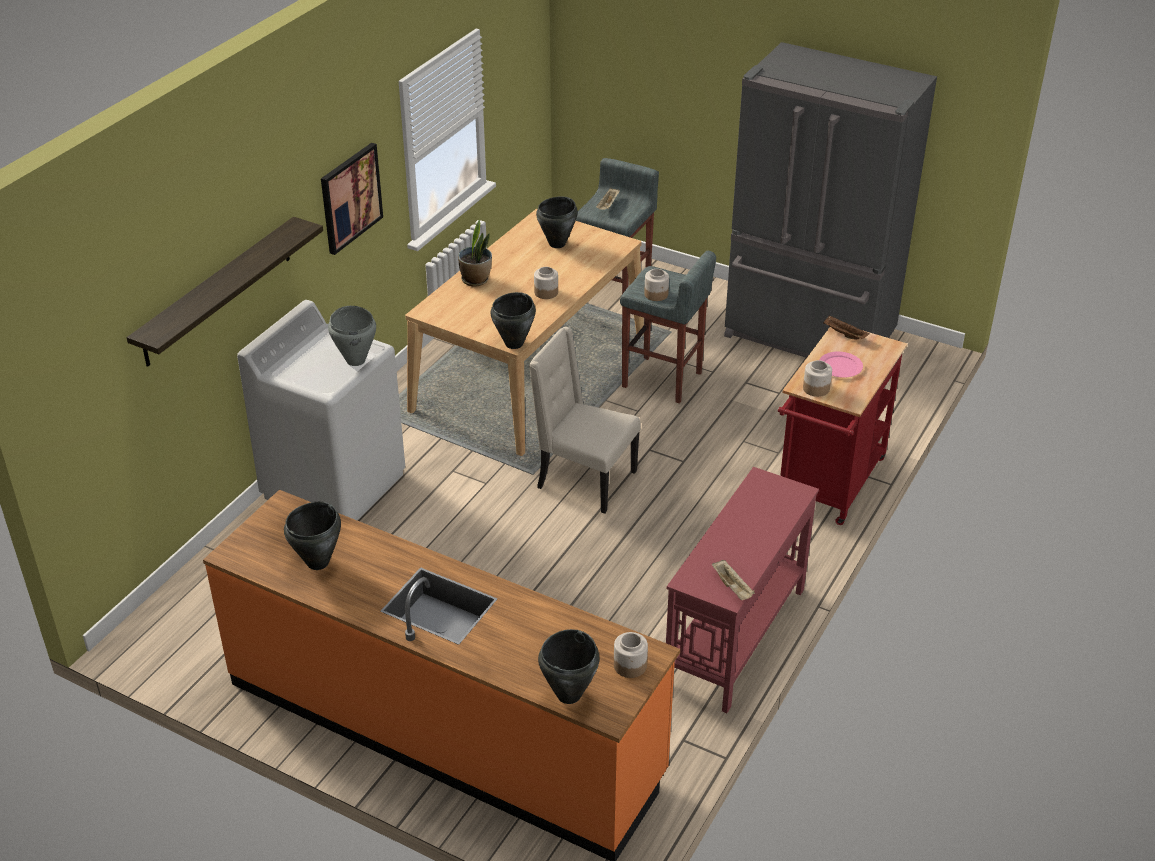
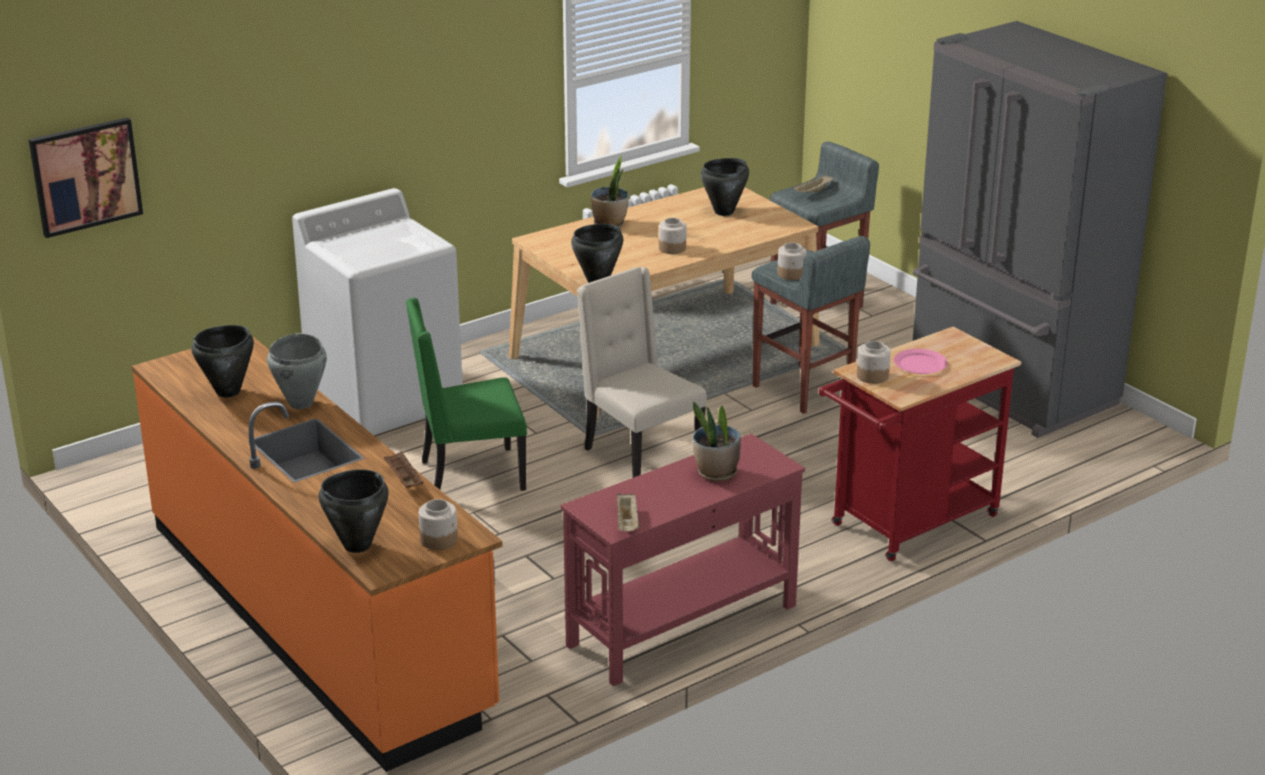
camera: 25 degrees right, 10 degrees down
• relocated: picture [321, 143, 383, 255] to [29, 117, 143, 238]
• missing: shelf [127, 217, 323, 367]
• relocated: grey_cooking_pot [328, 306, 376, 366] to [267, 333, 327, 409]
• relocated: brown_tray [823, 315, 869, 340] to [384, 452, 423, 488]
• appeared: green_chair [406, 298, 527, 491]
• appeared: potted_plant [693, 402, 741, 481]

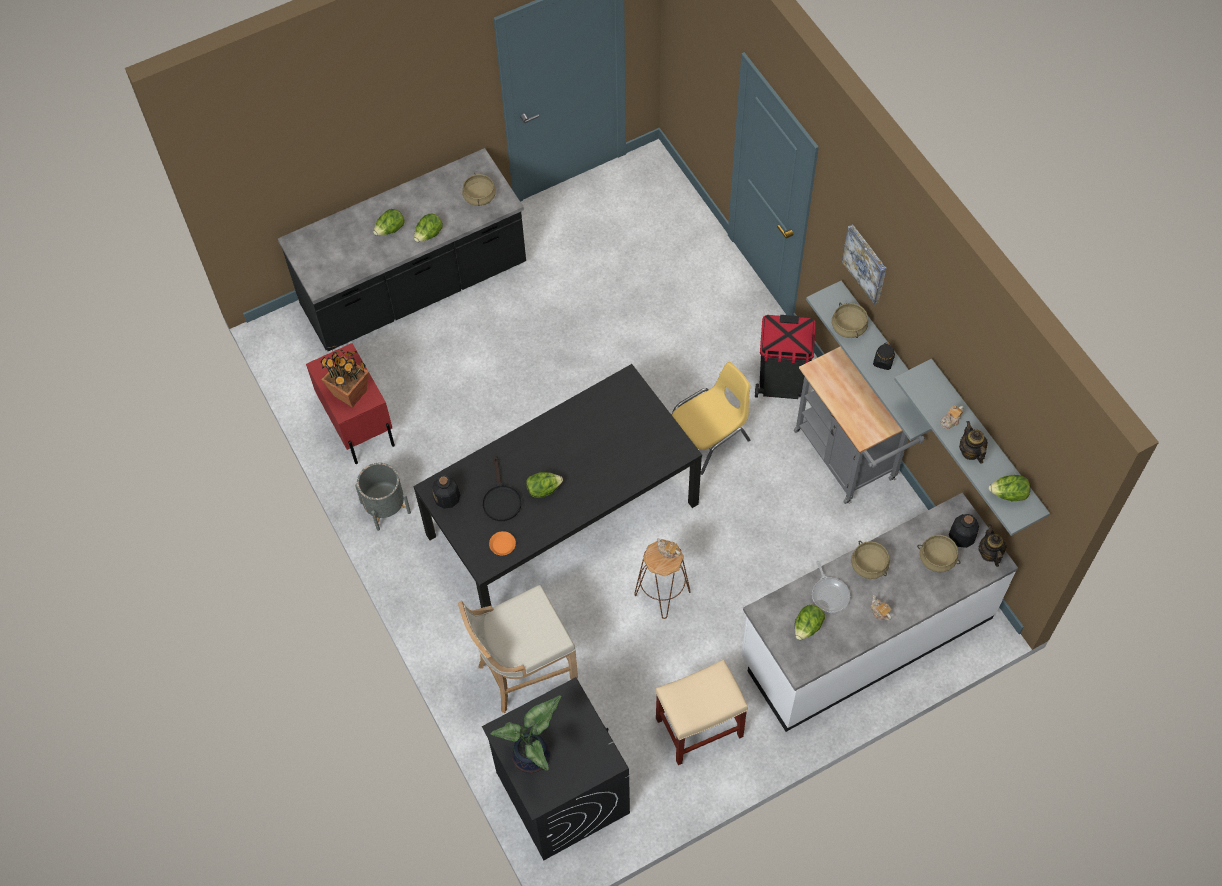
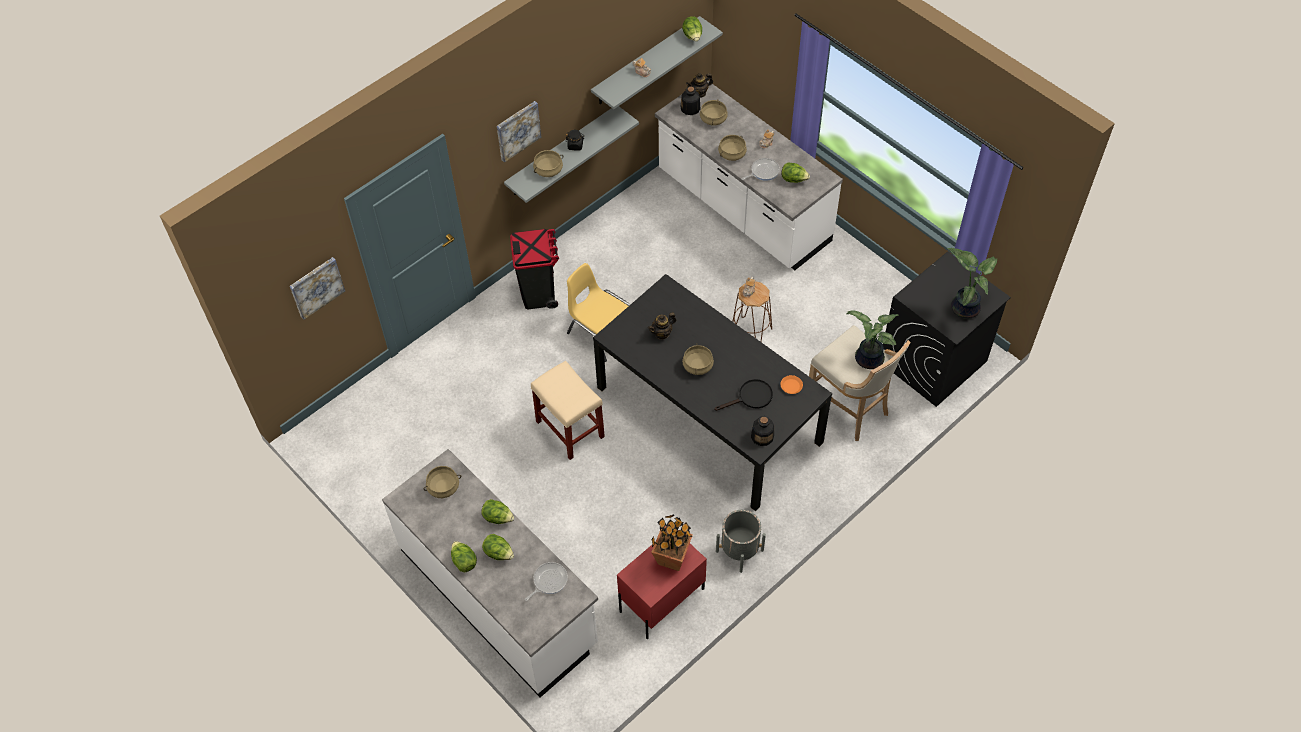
camera: 105 degrees left, 5 degrees down
• colour: black_counter [278, 148, 526, 351] to white_counter [382, 449, 598, 698]
• missing: grey_cart [794, 347, 925, 504]
• relocated: teapot [959, 421, 988, 464] to [648, 312, 676, 340]
• relocated: lettuce [526, 472, 563, 498] to [451, 541, 477, 572]
• relocated: beige_stool [655, 659, 748, 765] to [531, 361, 605, 460]
• appeared: picture [290, 257, 345, 320]
• appeared: potted_plant [846, 311, 898, 369]
• appeared: beige_cooking_pot [682, 344, 714, 375]
• appeared: frying_pan [525, 562, 568, 601]

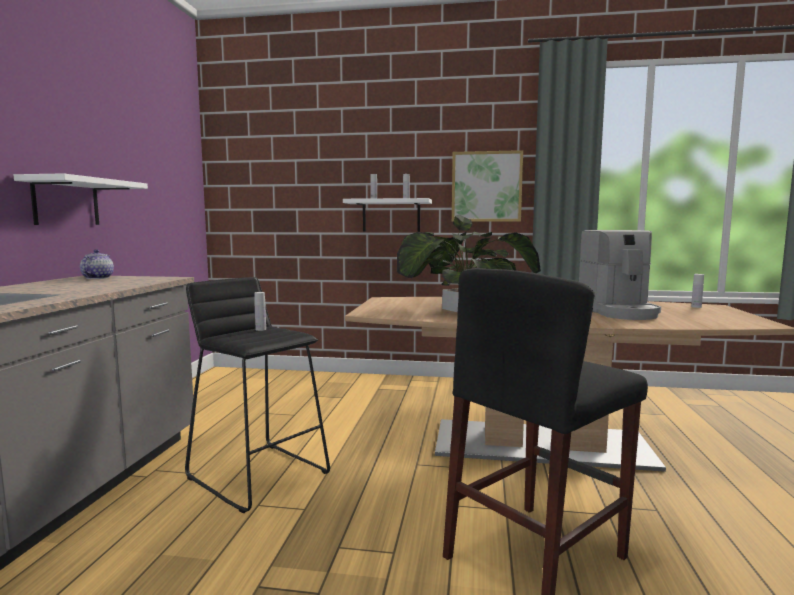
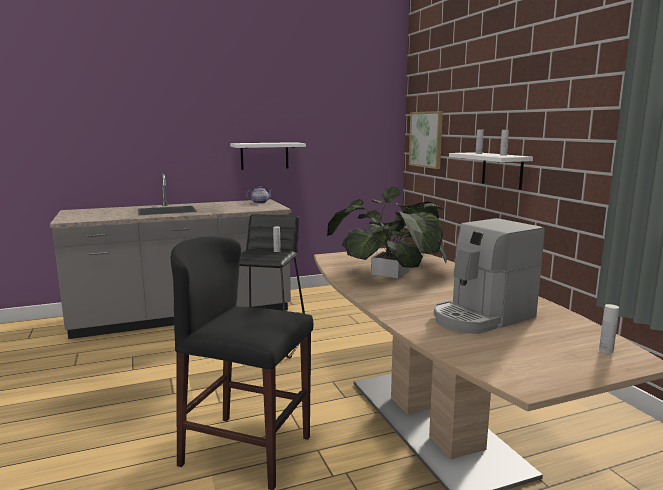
camera: 60 degrees right, 5 degrees up
• relocated: picture [452, 150, 523, 222] to [409, 111, 443, 169]

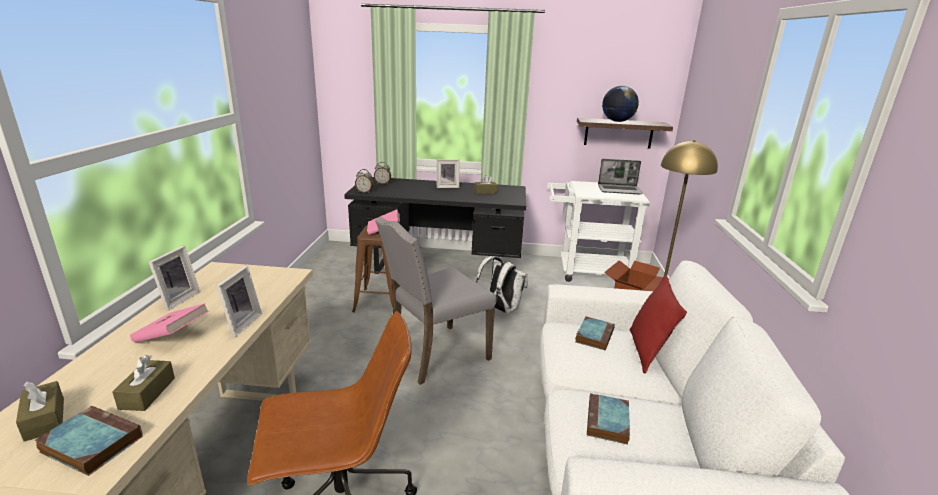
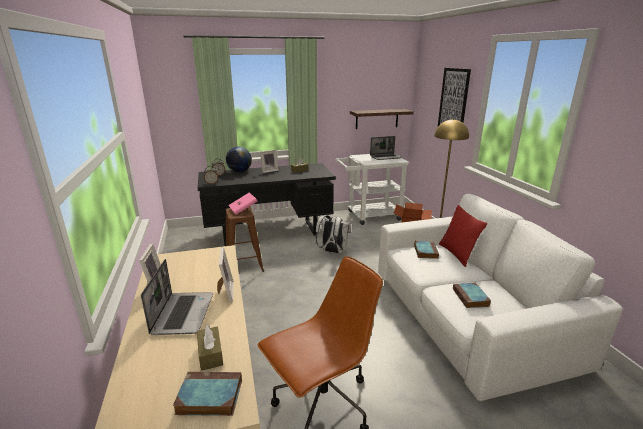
camera: 20 degrees left, 0 degrees up
• relocated: globe [602, 86, 639, 122] to [226, 147, 252, 172]
• missing: grey_chair [375, 217, 496, 385]
• exchanged: pink_book [130, 303, 209, 343] to laptop [141, 259, 213, 335]
• missing: brown_tissue_box [16, 381, 64, 442]
• appeared: picture [438, 68, 471, 126]

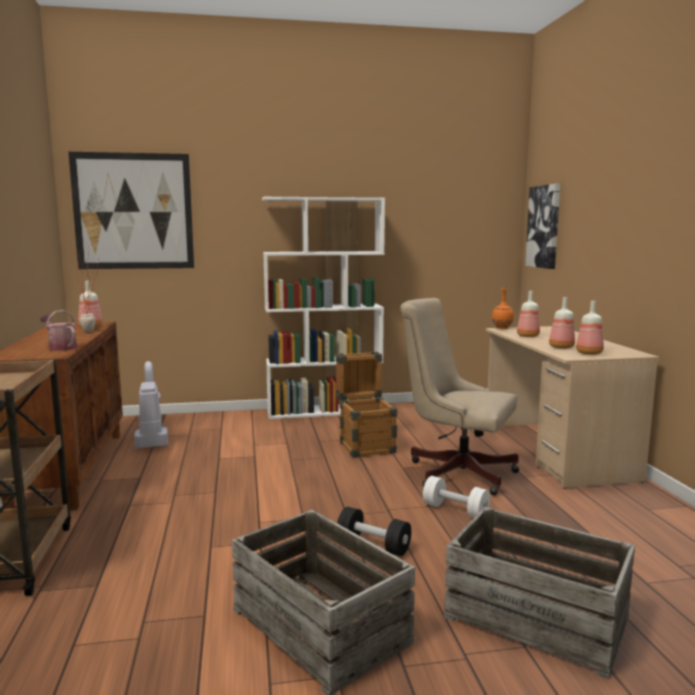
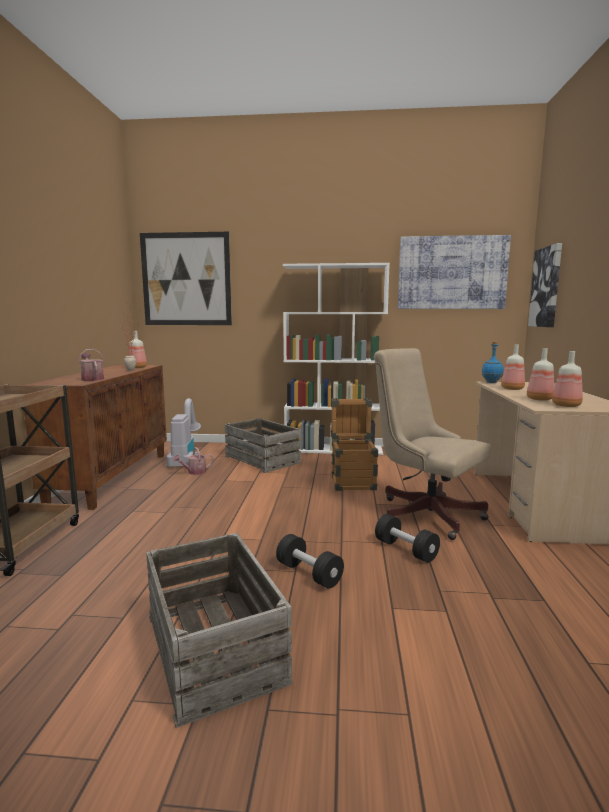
camera: 15 degrees right, 0 degrees up
• colour: orange_bottle [492, 286, 514, 329] to blue_bottle [482, 341, 504, 383]
• colour: white_dumbbell [423, 476, 490, 517] to black_dumbbell [375, 514, 440, 563]
• relocated: crate [444, 507, 635, 679] to [225, 418, 301, 473]
• appeared: picture [398, 235, 511, 309]
• appeared: watering_can [173, 447, 213, 475]

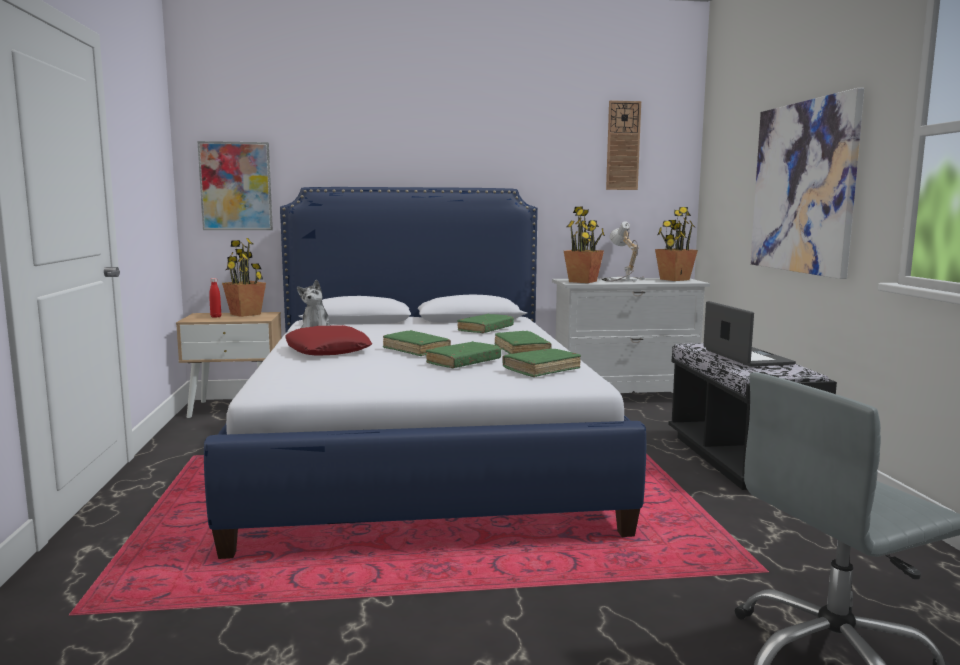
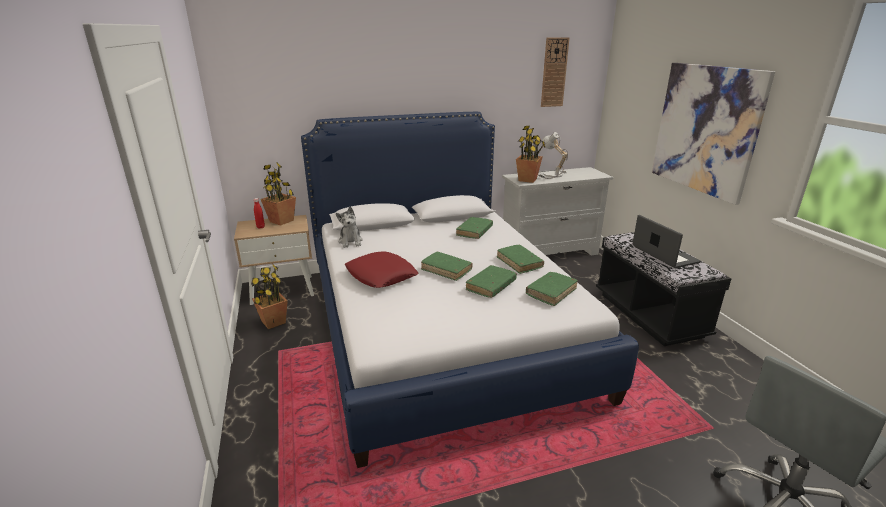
camera: 10 degrees left, 15 degrees up
• missing: picture [197, 141, 273, 230]
• relocated: potted_plant [655, 207, 698, 281] to [251, 264, 288, 329]

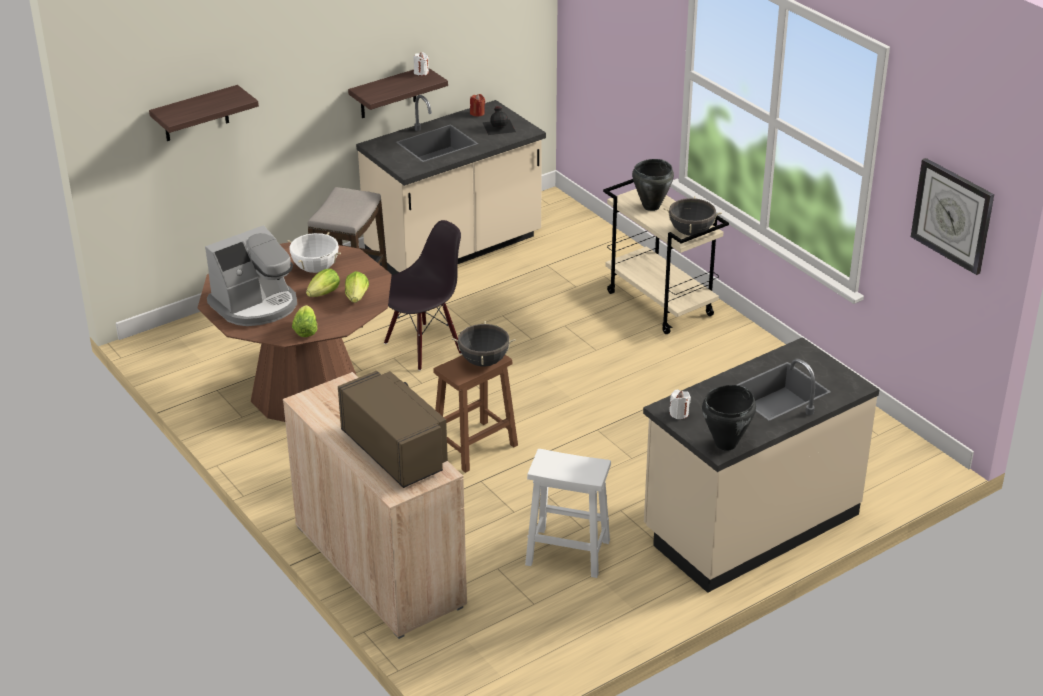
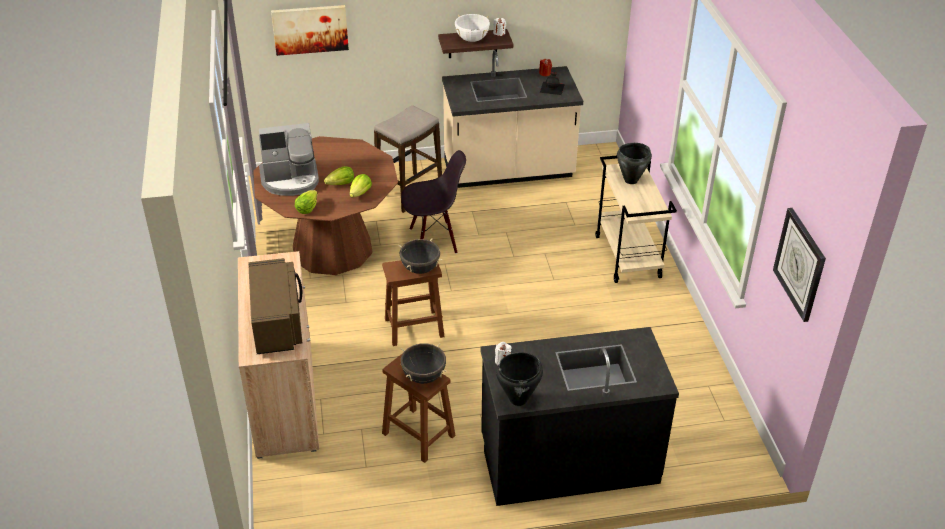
camera: 25 degrees right, 5 degrees up
• exchanged: shelf [149, 85, 259, 141] to picture [271, 5, 349, 56]
• relocated: black_cooking_pot [663, 196, 722, 236] to [400, 343, 447, 384]
• relocated: white_cooking_pot [287, 232, 341, 273] to [455, 14, 490, 42]
• colour: beige_counter [643, 337, 879, 593] to black_counter [480, 327, 679, 506]
• colour: white_stool [525, 449, 611, 578] to brown_stool [382, 353, 456, 463]

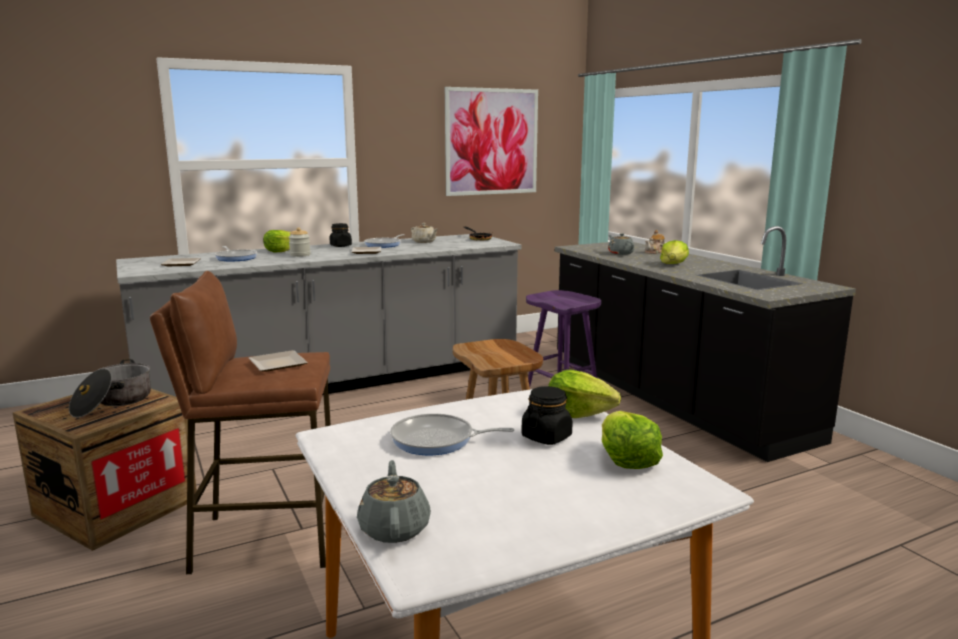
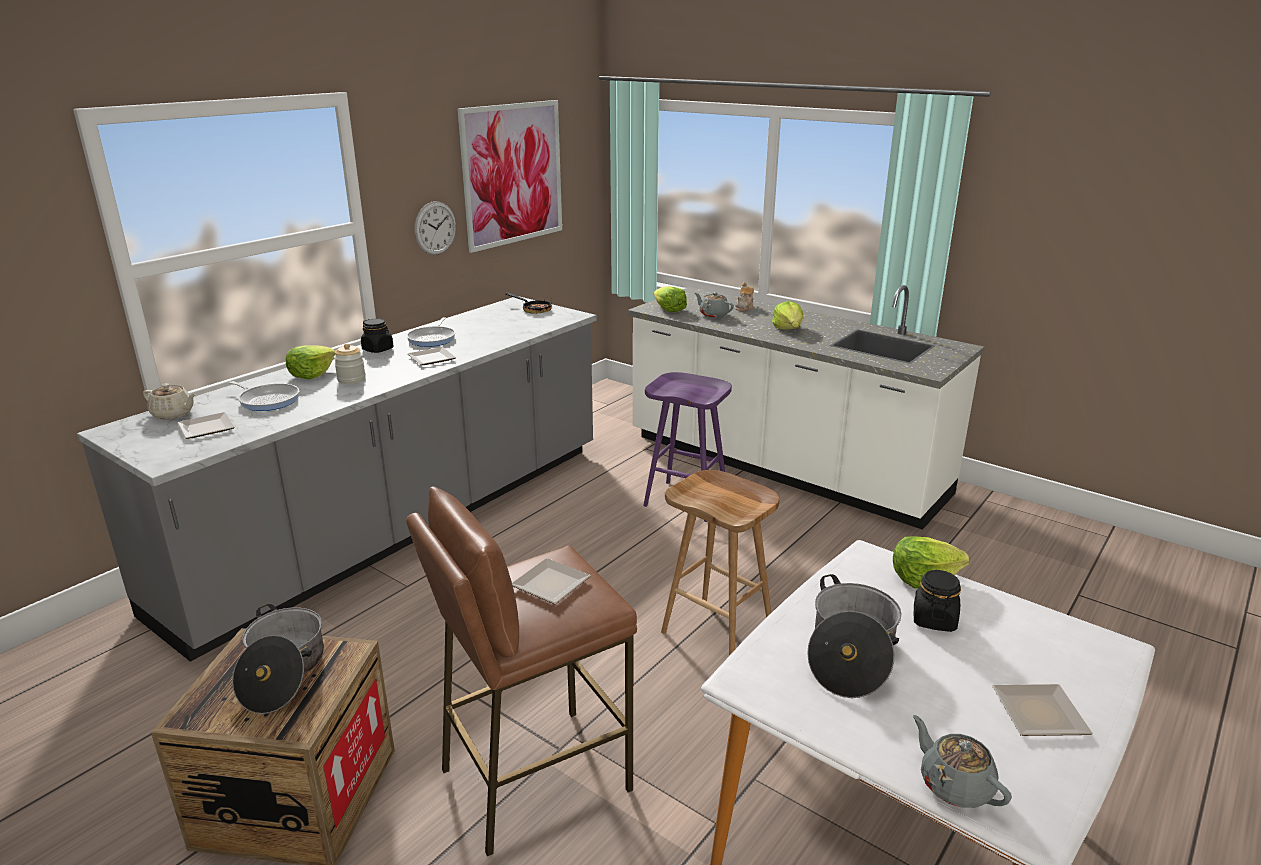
camera: 25 degrees left, 10 degrees up
• relocated: beige_teapot [411, 223, 438, 243] to [143, 383, 196, 419]
• colour: black_counter [555, 226, 856, 462] to white_counter [628, 285, 984, 530]
• relocated: lettuce [601, 411, 663, 469] to [654, 286, 687, 312]
• exchanged: frying_pan [390, 414, 514, 455] to cooking_pot [807, 574, 901, 698]
• appeared: wall_clock [415, 201, 456, 255]
• appeared: plate [992, 684, 1093, 736]

